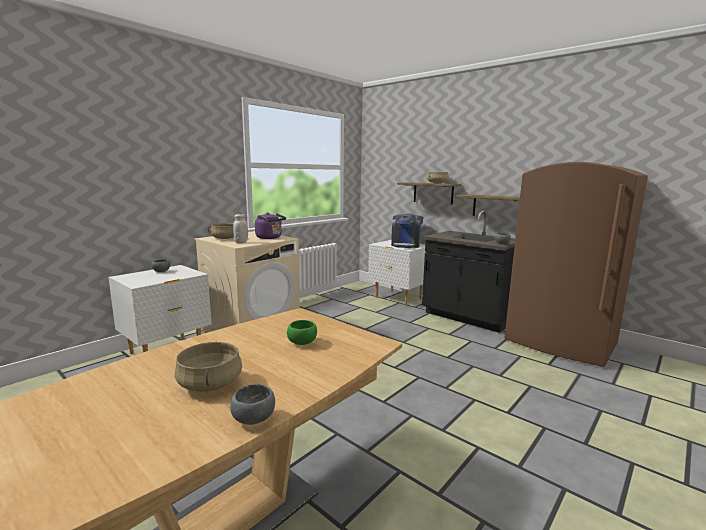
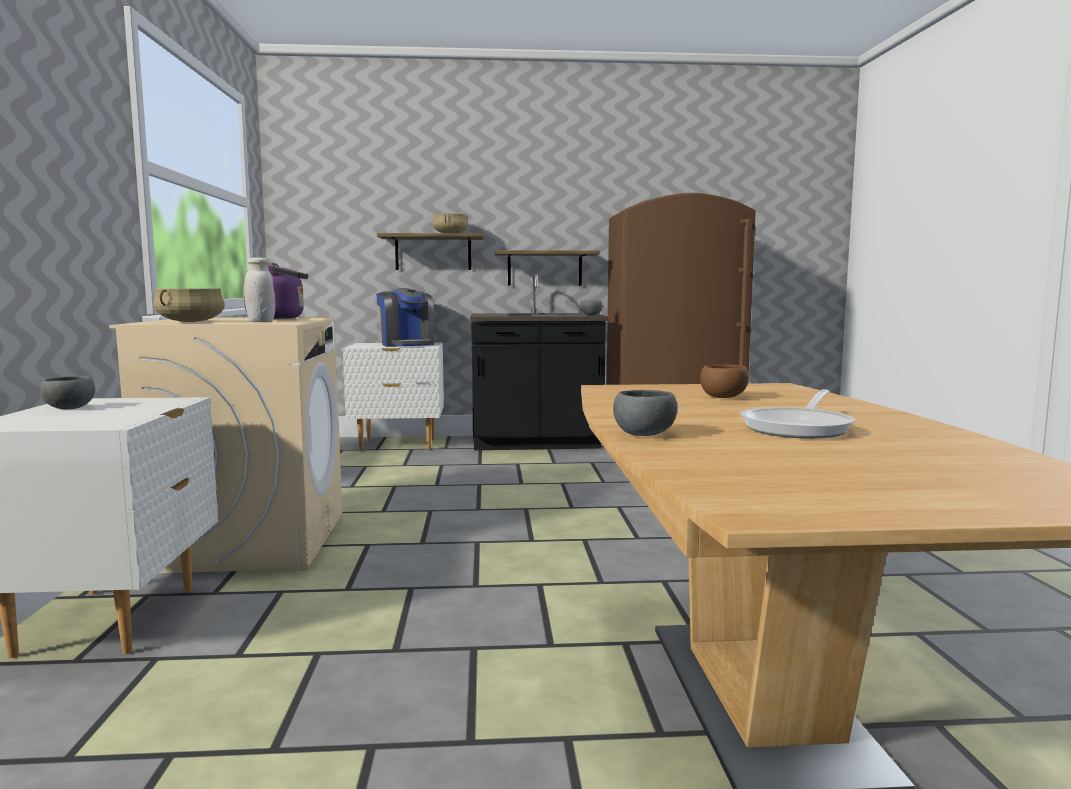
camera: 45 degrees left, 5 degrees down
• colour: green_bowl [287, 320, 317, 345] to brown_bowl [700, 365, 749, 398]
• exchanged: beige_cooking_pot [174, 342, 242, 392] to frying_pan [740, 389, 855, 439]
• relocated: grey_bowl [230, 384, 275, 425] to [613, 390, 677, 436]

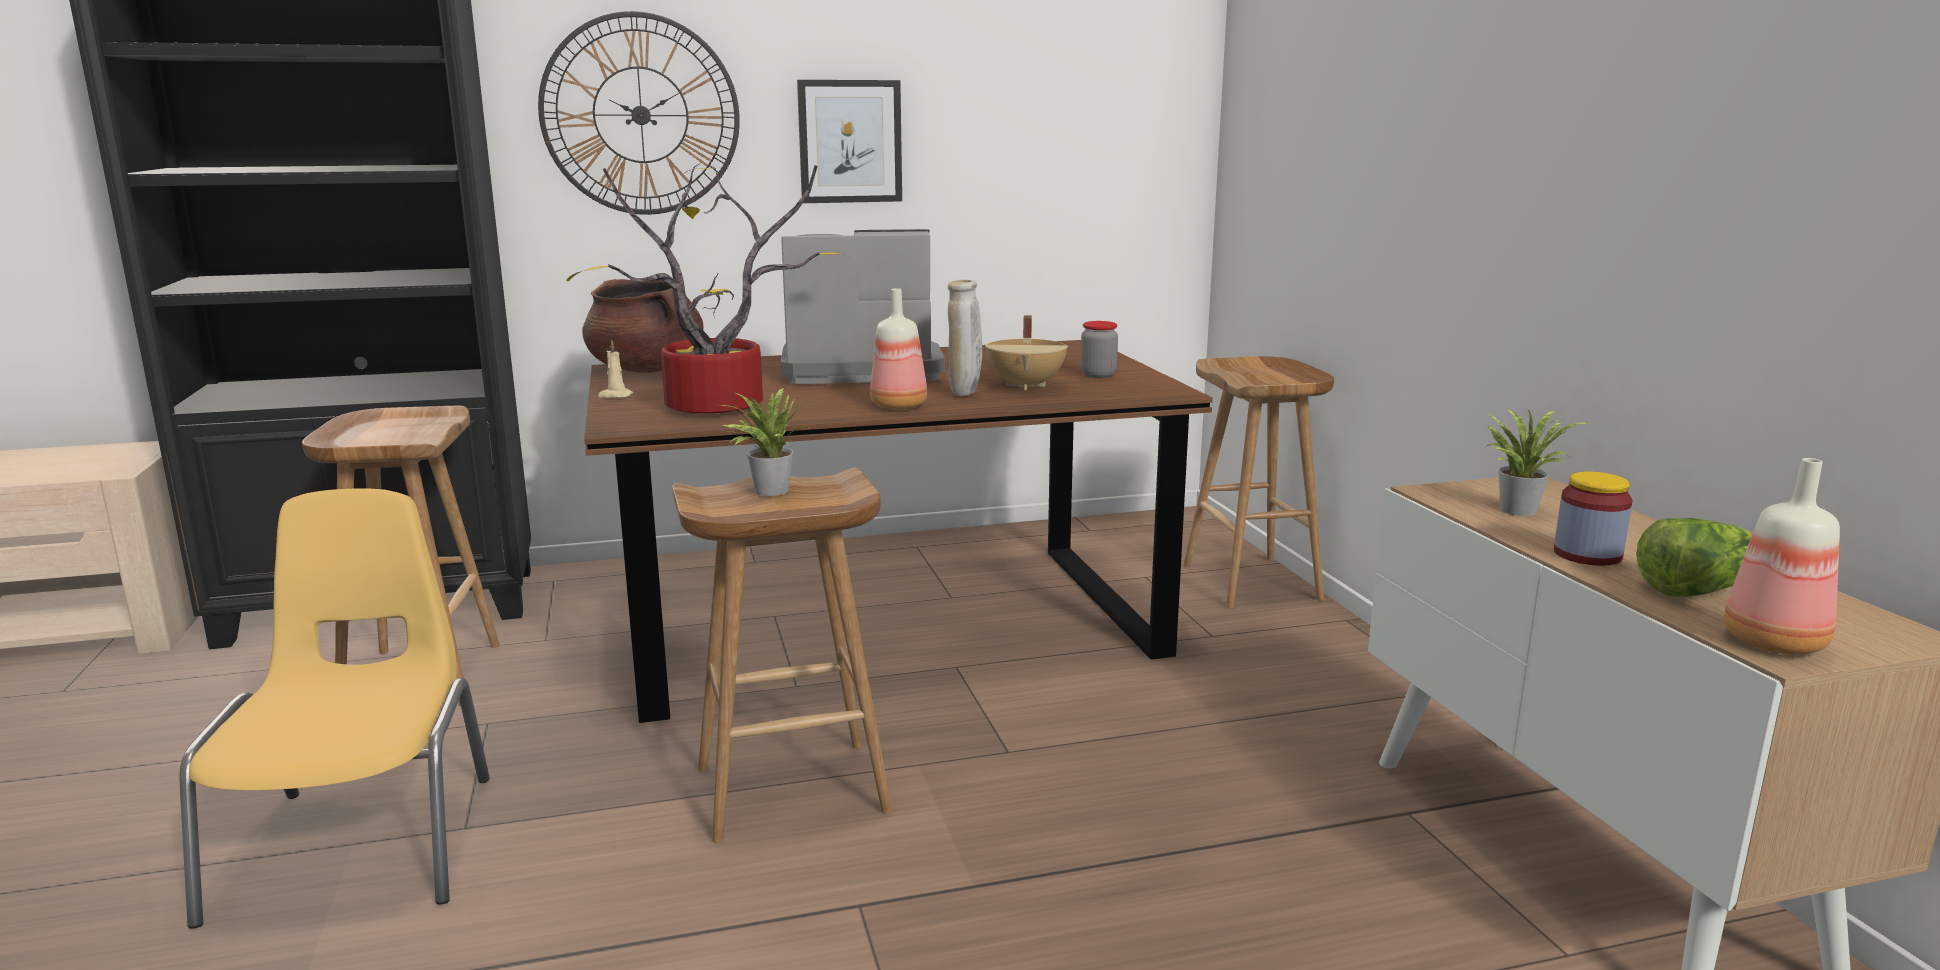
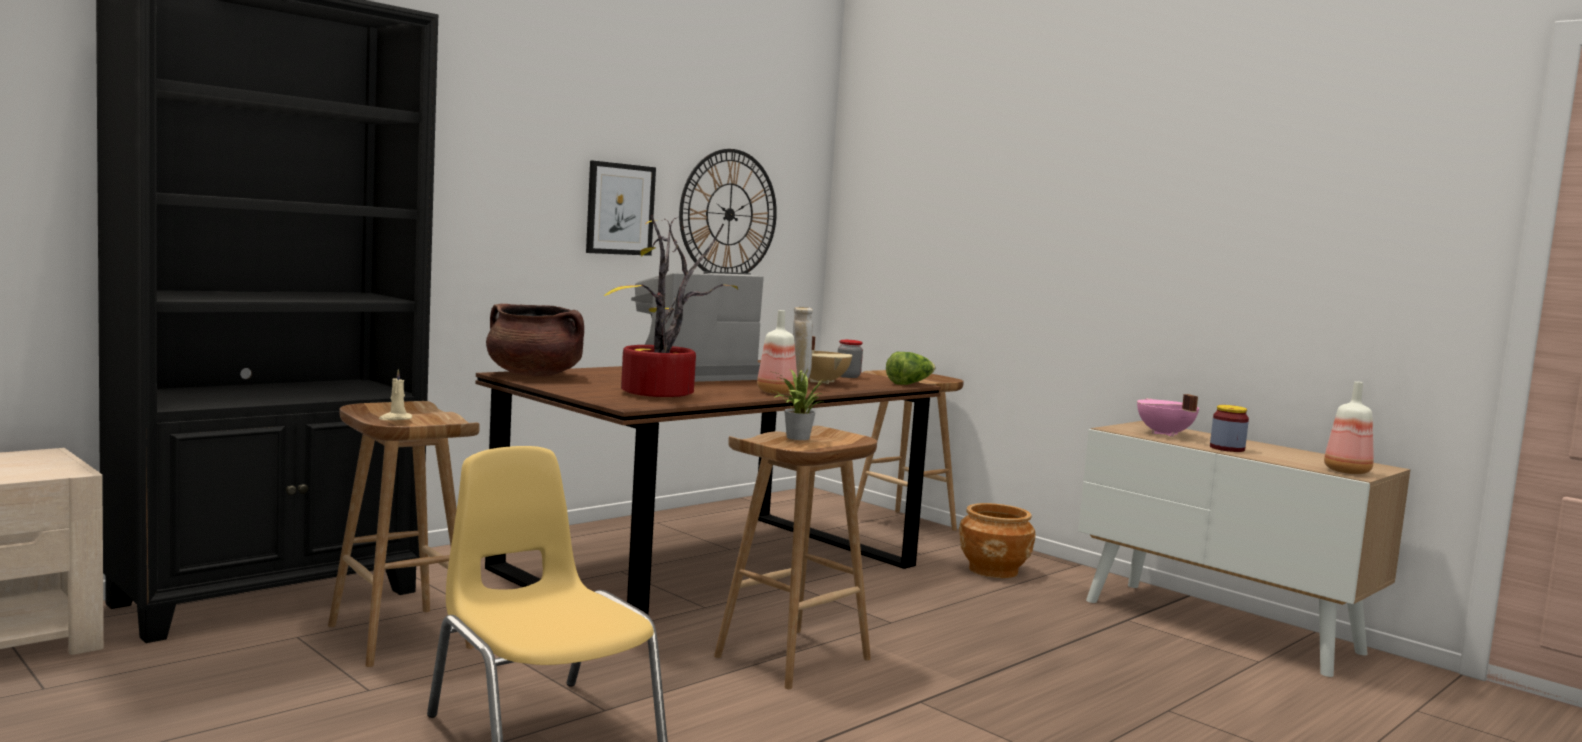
camera: 30 degrees left, 10 degrees down
• relocated: wall_clock [538, 11, 740, 215] to [679, 149, 777, 273]
• relocated: beige_candle [598, 340, 633, 398] to [379, 369, 412, 420]
• exchanged: potted_plant [1486, 409, 1588, 516] to pink_cooking_pot [1137, 394, 1199, 437]
• relocated: lettuce [1636, 518, 1753, 597] to [886, 352, 936, 385]
• appeared: brown_planter [959, 503, 1036, 578]

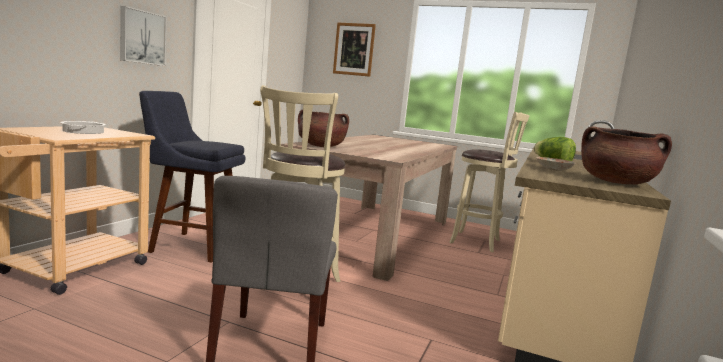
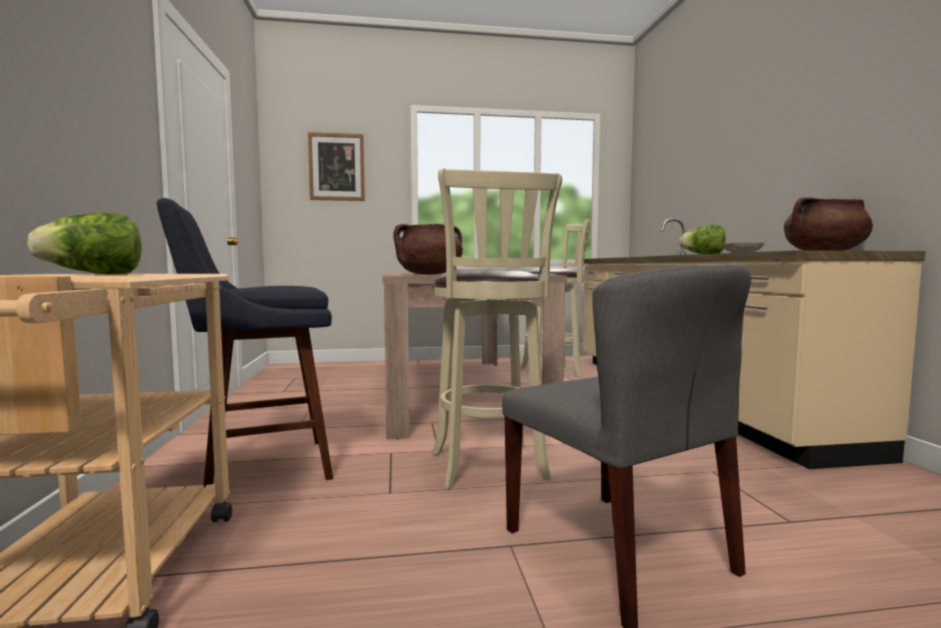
camera: 30 degrees left, 5 degrees down
• missing: picture [120, 6, 167, 66]
• exchanged: cooking_pot [60, 121, 106, 134] to lettuce [27, 212, 141, 274]

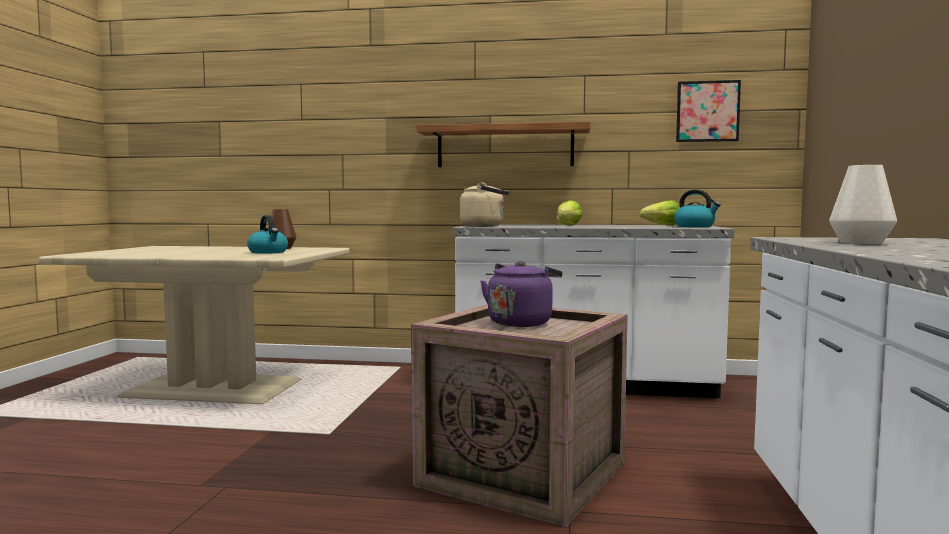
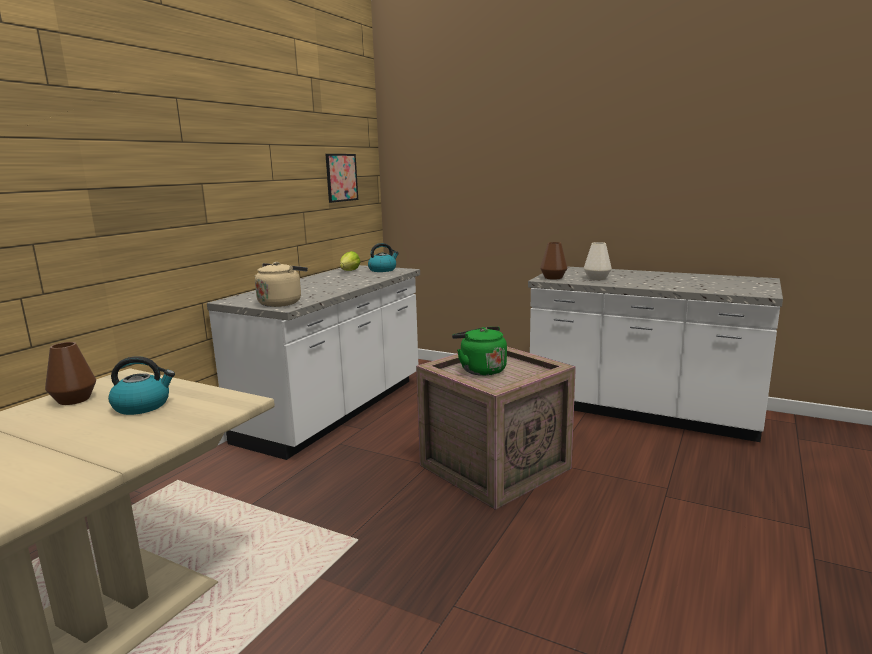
camera: 70 degrees left, 10 degrees up
• missing: shelf [417, 122, 590, 167]
• missing: lettuce [557, 200, 582, 226]
• colour: purple_kettle [481, 261, 562, 327] to green_kettle [452, 327, 507, 376]
• appeared: brown_vase [540, 242, 567, 280]

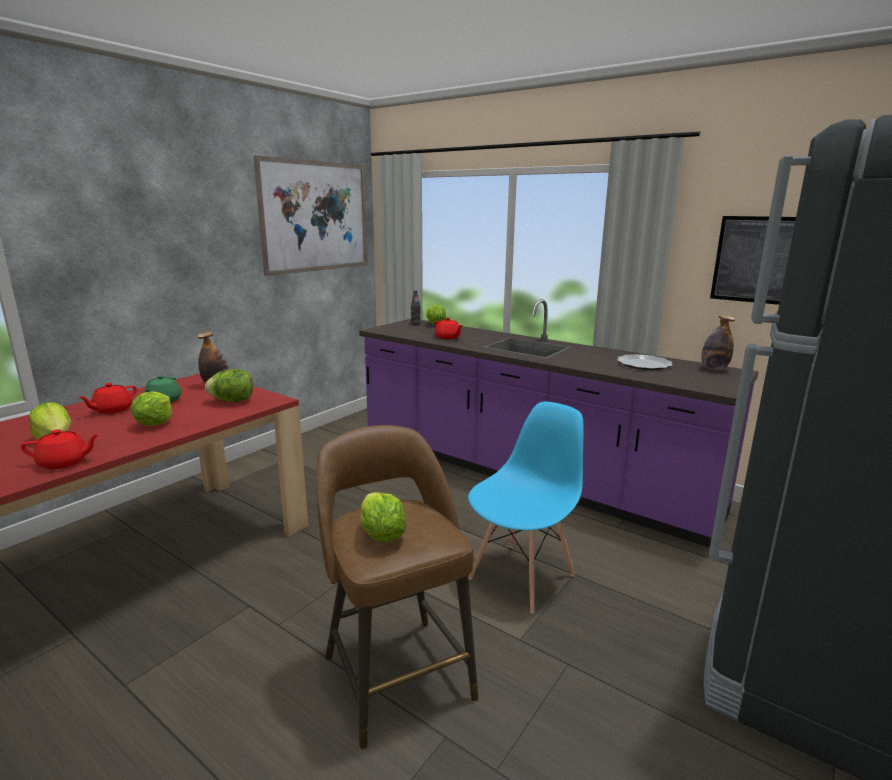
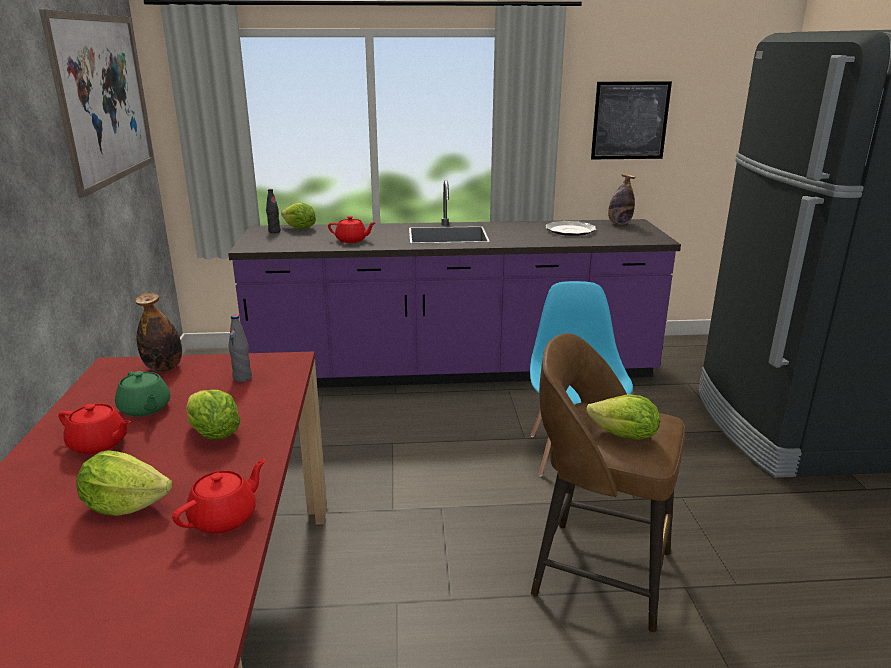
camera: 40 degrees left, 5 degrees up
• exchanged: lettuce [205, 369, 253, 402] to grey_bottle [228, 315, 252, 382]
• spun: red_teapot [78, 383, 137, 414] = [59, 404, 131, 454] 60 degrees counterclockwise

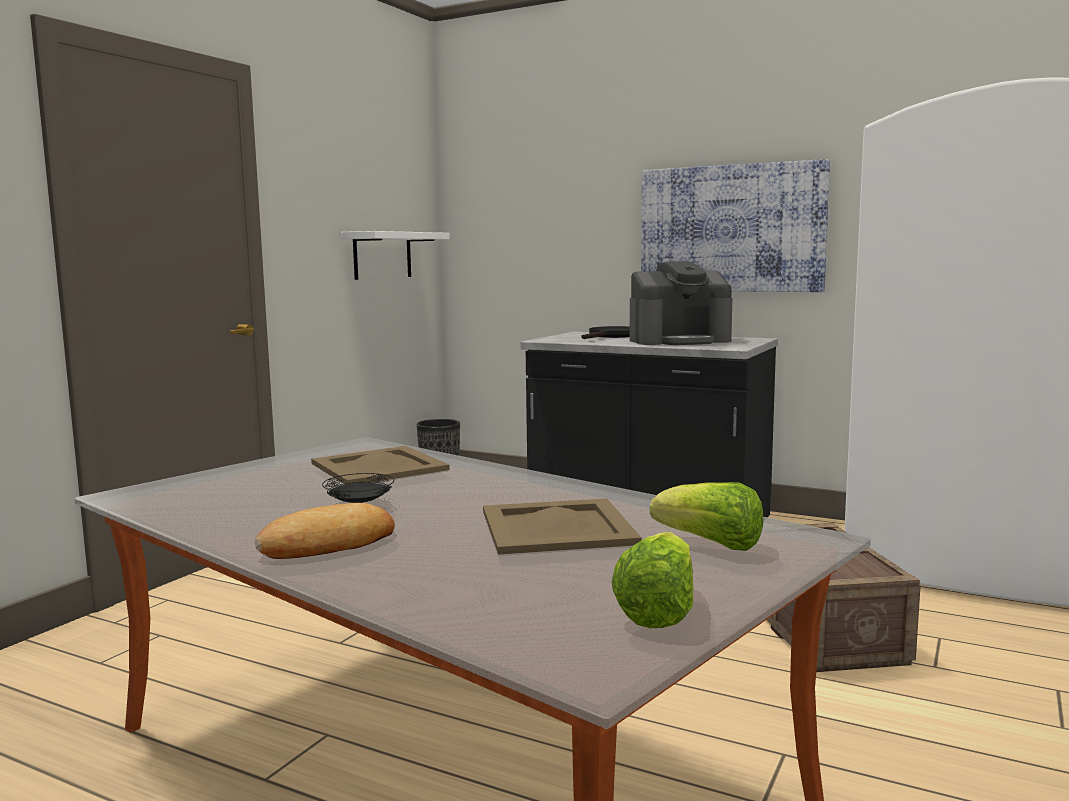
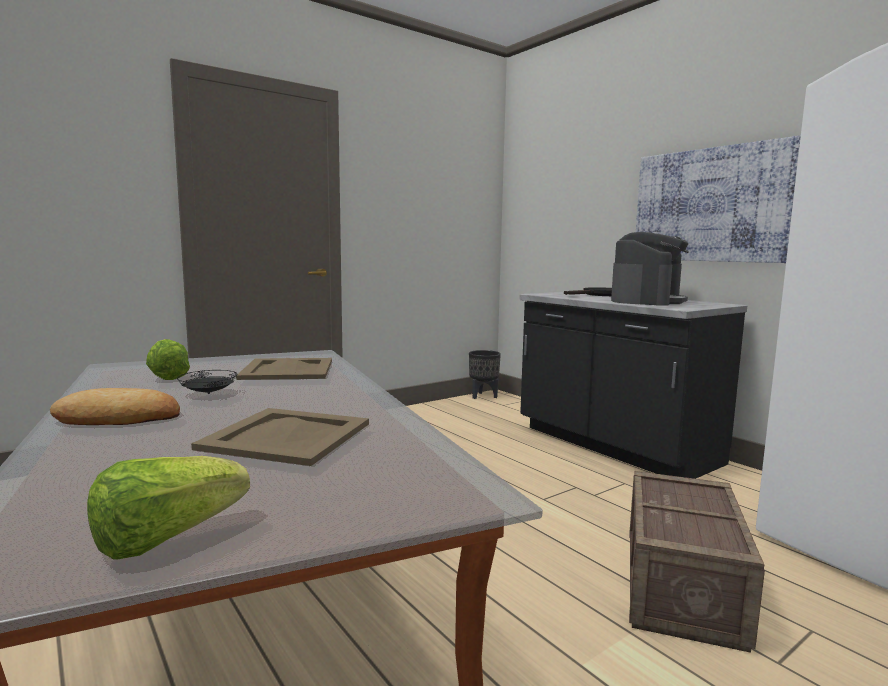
camera: 25 degrees right, 0 degrees up
• missing: white_shelf [341, 231, 450, 280]
• spun: coffee_machine [630, 261, 732, 345] = [611, 232, 689, 306] 75 degrees counterclockwise
• relocated: lettuce [650, 482, 763, 551] to [146, 339, 190, 380]

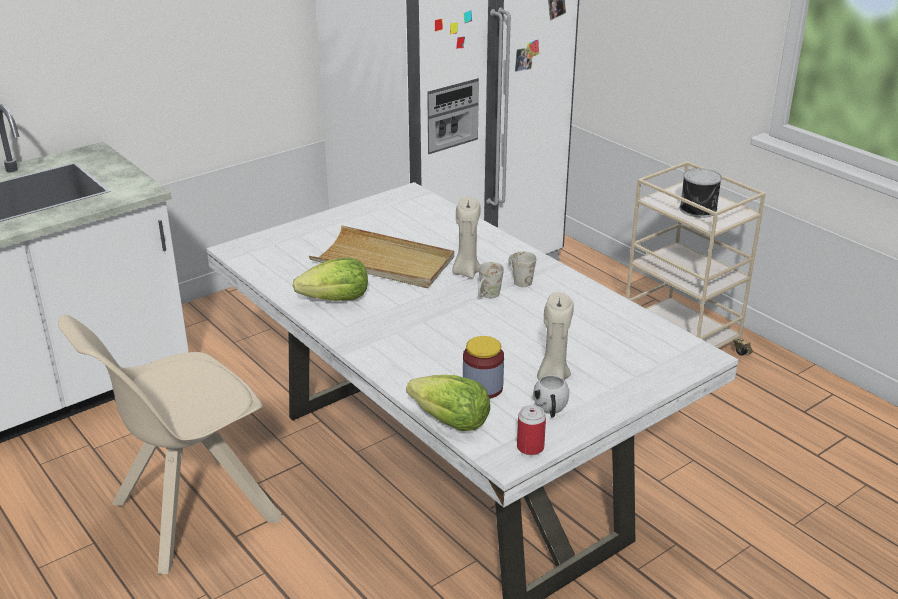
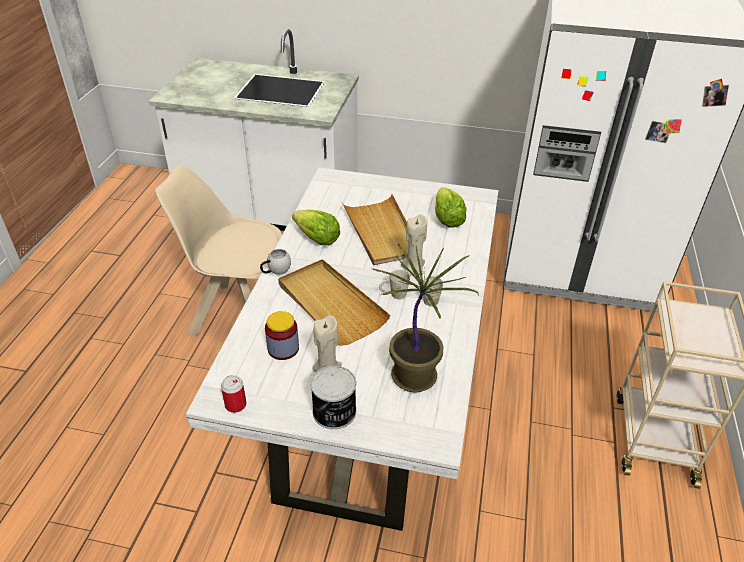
camera: 50 degrees right, 10 degrees up
• relocated: can [680, 168, 722, 218] to [311, 366, 356, 429]
• relocated: lettuce [406, 375, 490, 431] to [435, 187, 467, 228]
• relocated: white_mug [533, 375, 569, 418] to [260, 249, 291, 275]
• appeared: potted_plant [372, 243, 478, 393]
• appeared: beige_tray [278, 259, 391, 346]

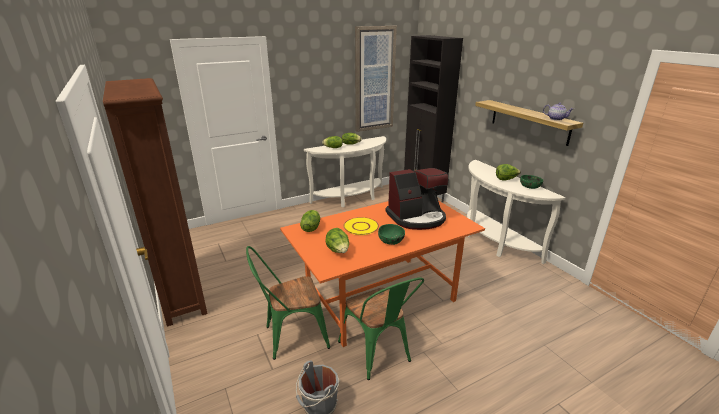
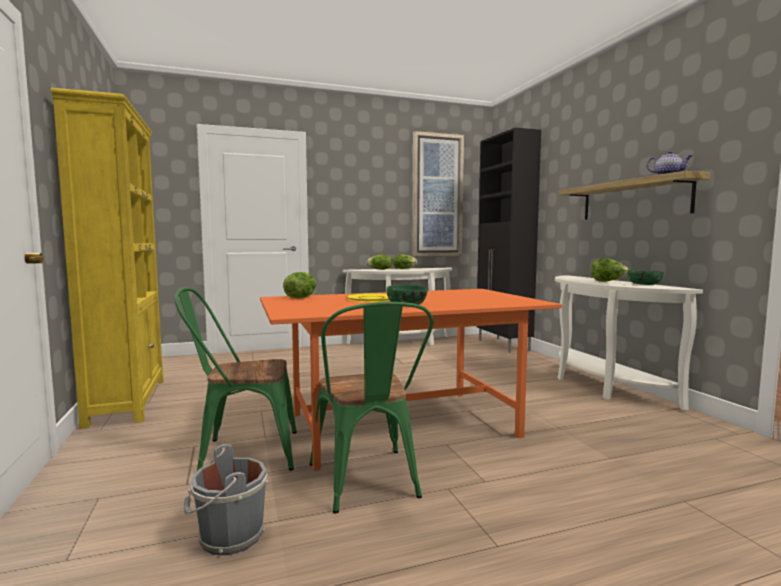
camera: 10 degrees right, 20 degrees down
• colour: brown_bookcase [103, 78, 208, 327] to yellow_bookcase [51, 87, 163, 429]
• missing: coffee_machine [386, 168, 449, 230]
• missing: lettuce [325, 228, 349, 253]

